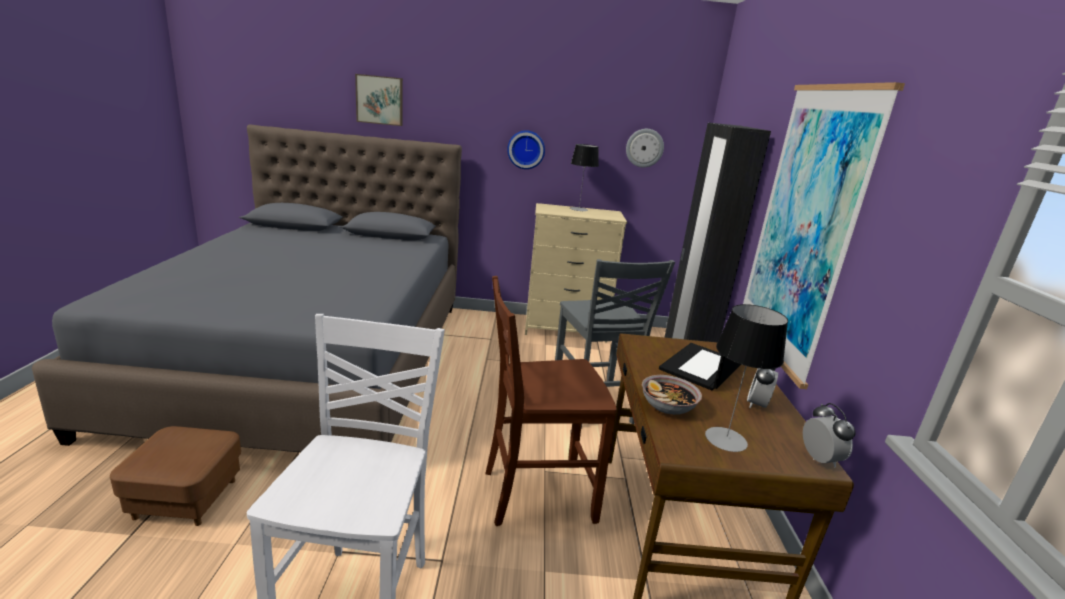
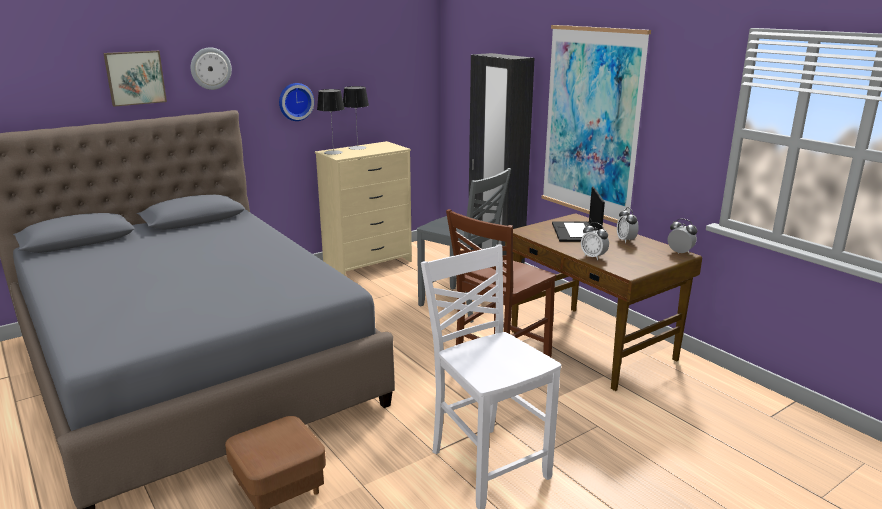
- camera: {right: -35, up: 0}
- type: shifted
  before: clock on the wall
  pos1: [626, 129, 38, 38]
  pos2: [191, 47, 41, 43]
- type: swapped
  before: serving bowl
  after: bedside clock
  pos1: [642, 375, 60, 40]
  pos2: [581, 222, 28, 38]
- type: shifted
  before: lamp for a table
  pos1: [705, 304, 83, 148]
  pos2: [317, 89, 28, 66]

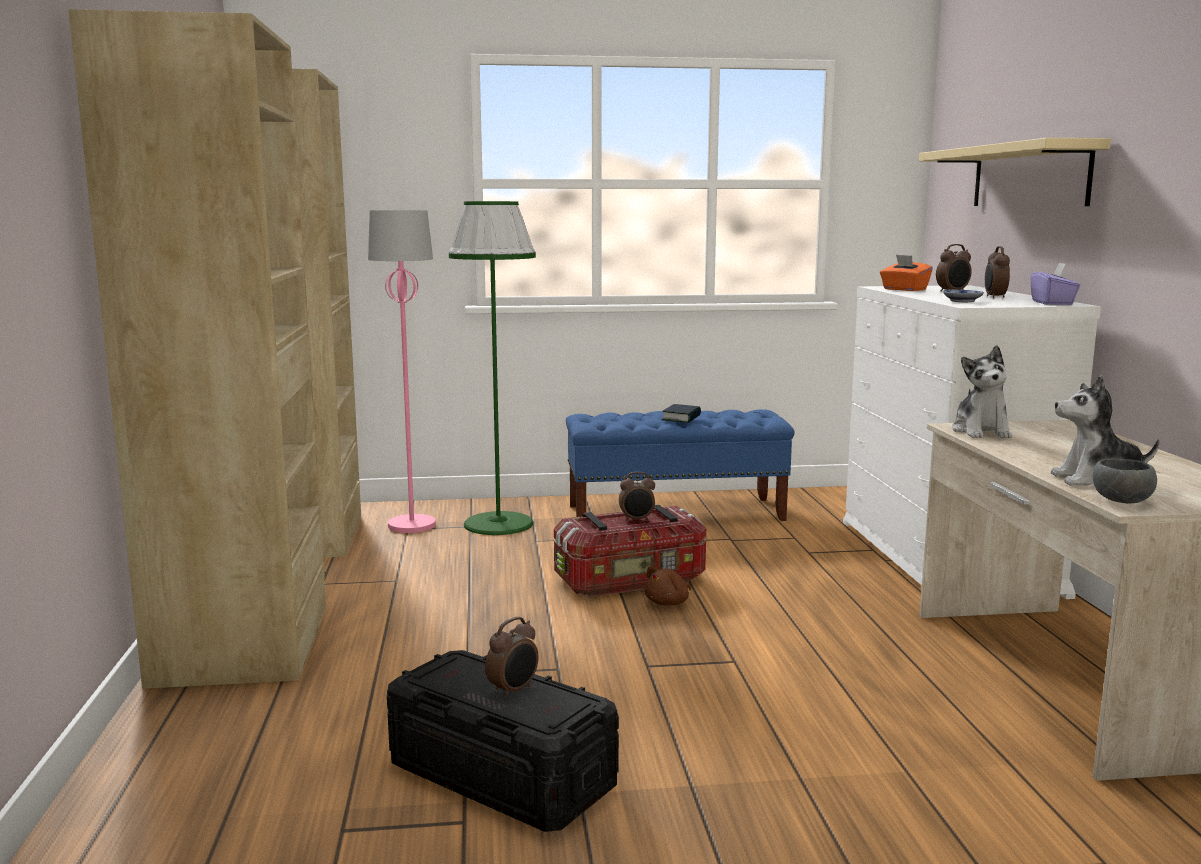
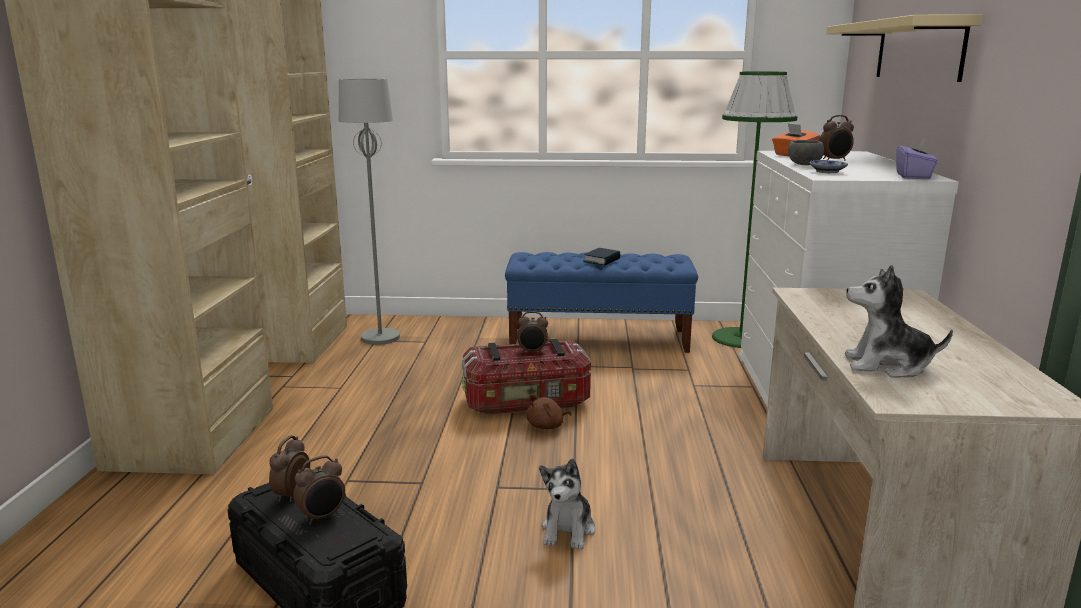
- camera: {right: 10, up: 5}
- type: repainted
  before: standing lamp/pinkish
  after: standing lamp/greyish
  pos1: [368, 210, 68, 323]
  pos2: [339, 79, 61, 266]
- type: shifted
  before: standing lamp/green
  pos1: [449, 201, 87, 334]
  pos2: [712, 71, 85, 277]
- type: shifted
  before: cuddly toy
  pos1: [952, 345, 60, 93]
  pos2: [539, 458, 56, 92]
- type: shifted
  before: bedside clock
  pos1: [985, 246, 25, 53]
  pos2: [269, 435, 41, 67]
- type: shifted
  before: serving bowl/greyish
  pos1: [1093, 458, 64, 45]
  pos2: [788, 140, 36, 25]

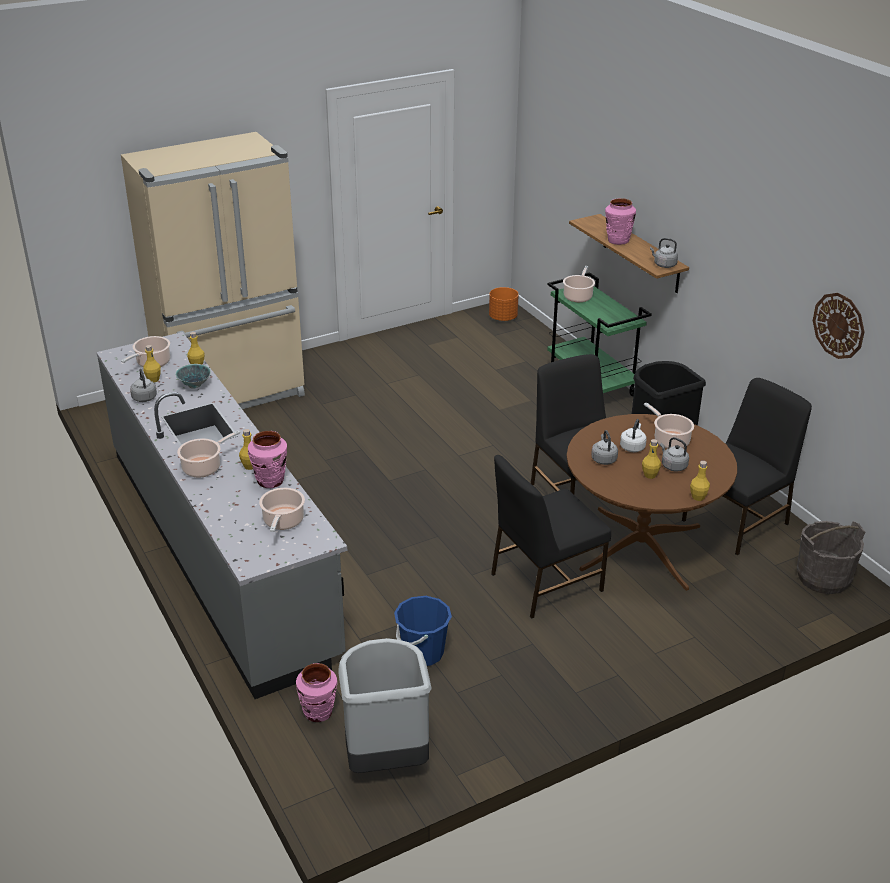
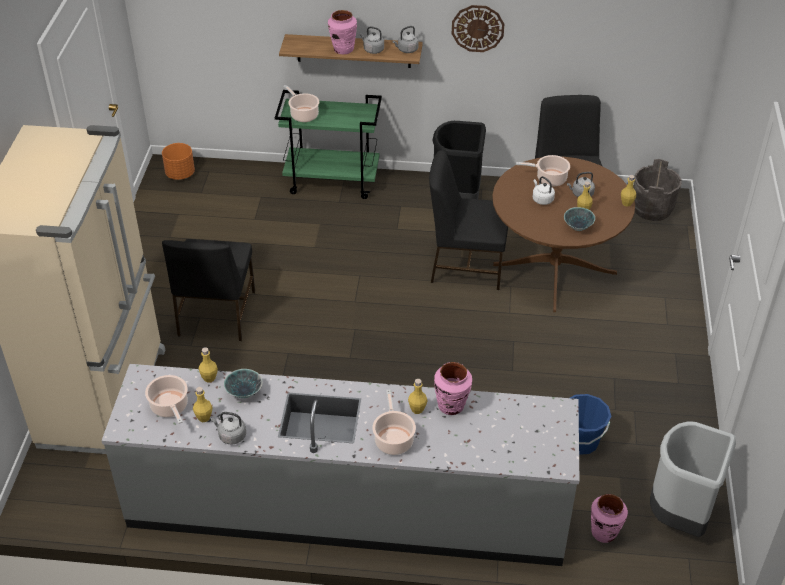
- camera: {right: -55, up: 10}
- type: gone
  before: stockpot
  pos1: [259, 488, 46, 44]
- type: shifted
  before: upright chair/blackish
  pos1: [491, 455, 120, 164]
  pos2: [162, 239, 93, 102]
- type: shifted
  before: tea kettle/greyish
  pos1: [591, 430, 27, 35]
  pos2: [360, 26, 24, 28]
- type: shifted
  before: clock on the wall
  pos1: [813, 293, 51, 66]
  pos2: [452, 5, 52, 47]
- type: new
  after: serving bowl
  pos2: [564, 207, 31, 24]

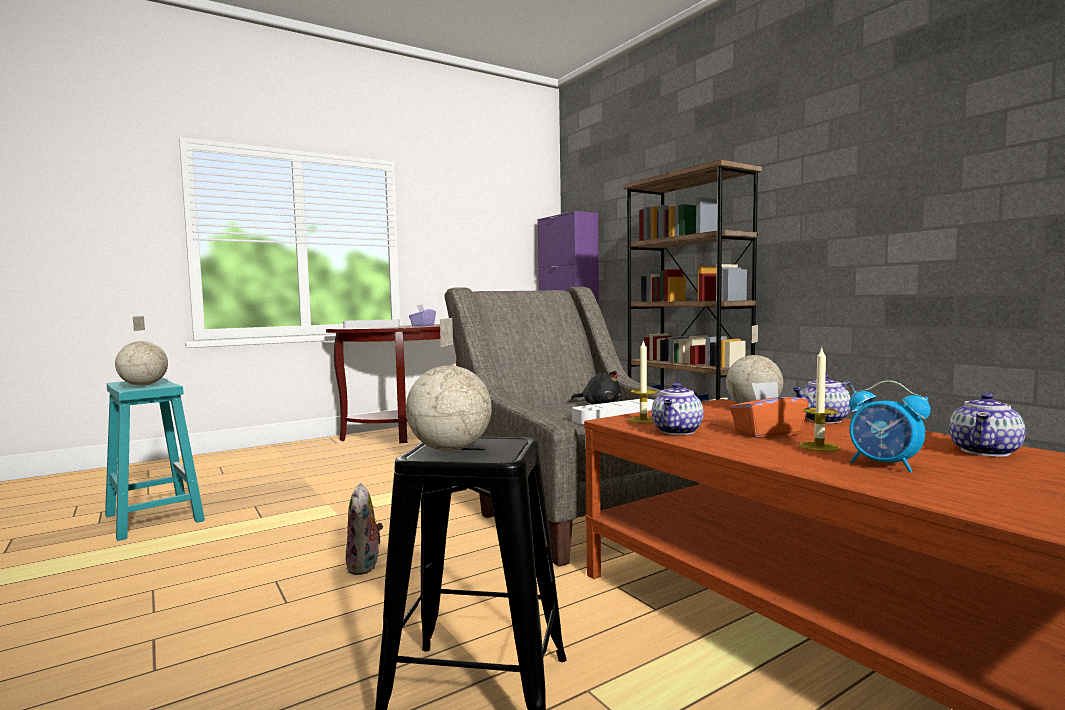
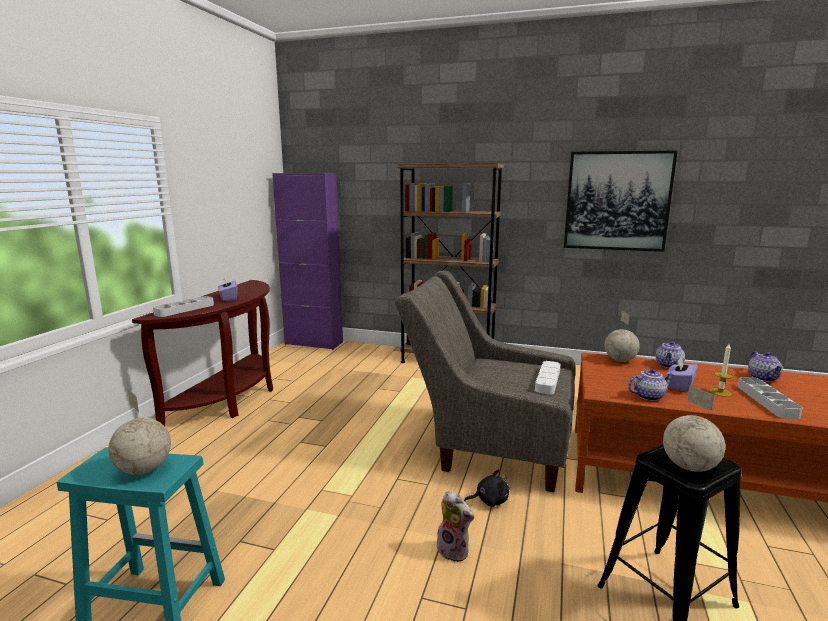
- camera: {right: -40, up: 10}
- type: shifted
  before: cuddly toy/blackish
  pos1: [571, 371, 50, 33]
  pos2: [464, 469, 45, 38]
- type: gone
  before: wax candle
  pos1: [628, 339, 28, 85]
- type: rotated
  before: tea pot
  pos1: [652, 382, 52, 53]
  pos2: [628, 369, 45, 32]
  turn: -90
- type: repainted
  before: tissue holder/orange-coloured
  after: tissue holder/purple
  pos1: [730, 381, 79, 57]
  pos2: [666, 356, 32, 36]
- type: swapped
  before: bedside clock
  after: serving tray/greyish
  pos1: [849, 380, 82, 92]
  pos2: [738, 377, 65, 42]
- type: new
  after: wall art
  pos2: [564, 150, 114, 102]

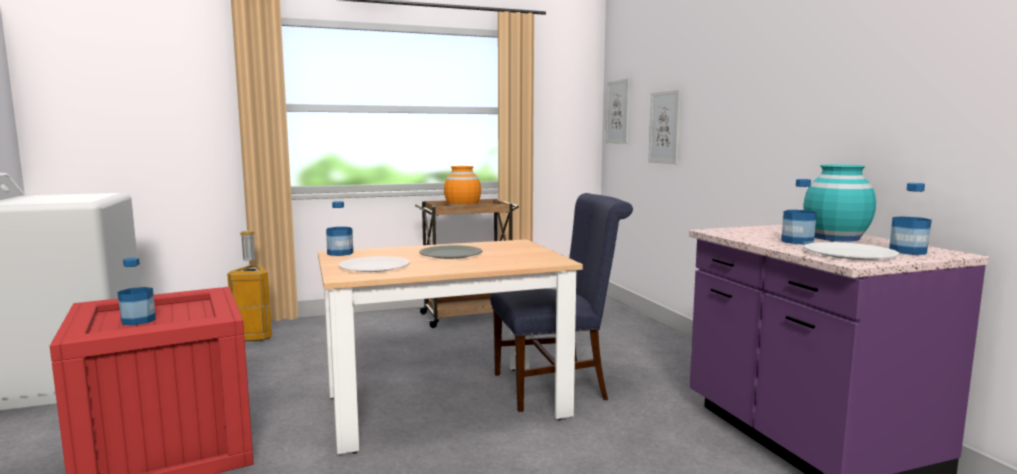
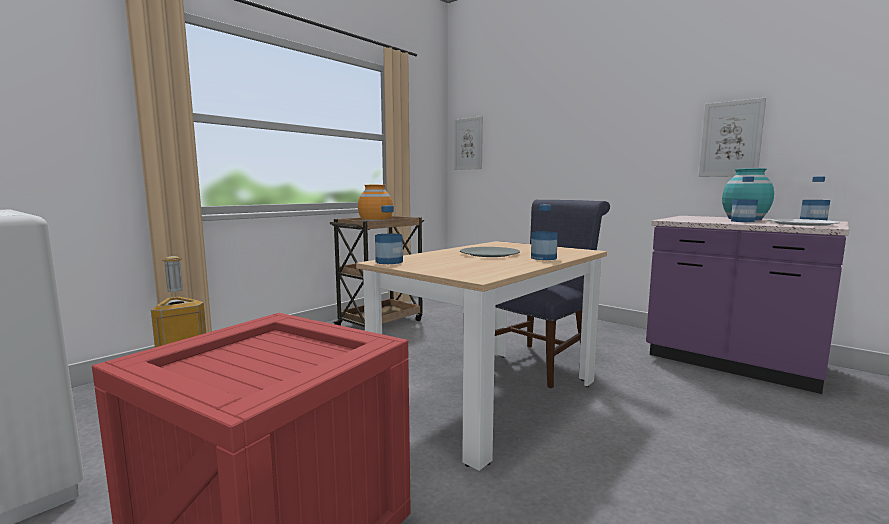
- camera: {right: -30, up: 0}
- type: shifted
  before: bottle
  pos1: [117, 258, 39, 67]
  pos2: [531, 205, 26, 55]
- type: gone
  before: dinner plate/white
  pos1: [339, 256, 71, 16]
- type: shifted
  before: wall art
  pos1: [648, 89, 33, 75]
  pos2: [699, 98, 67, 79]

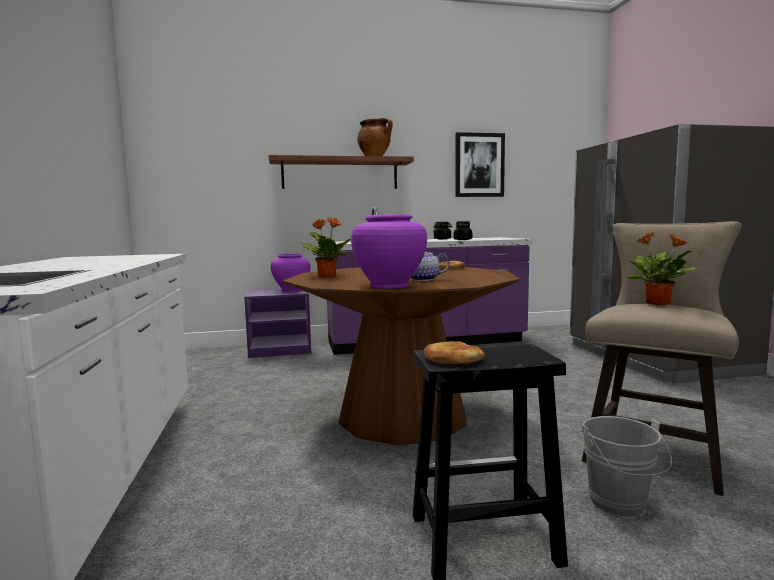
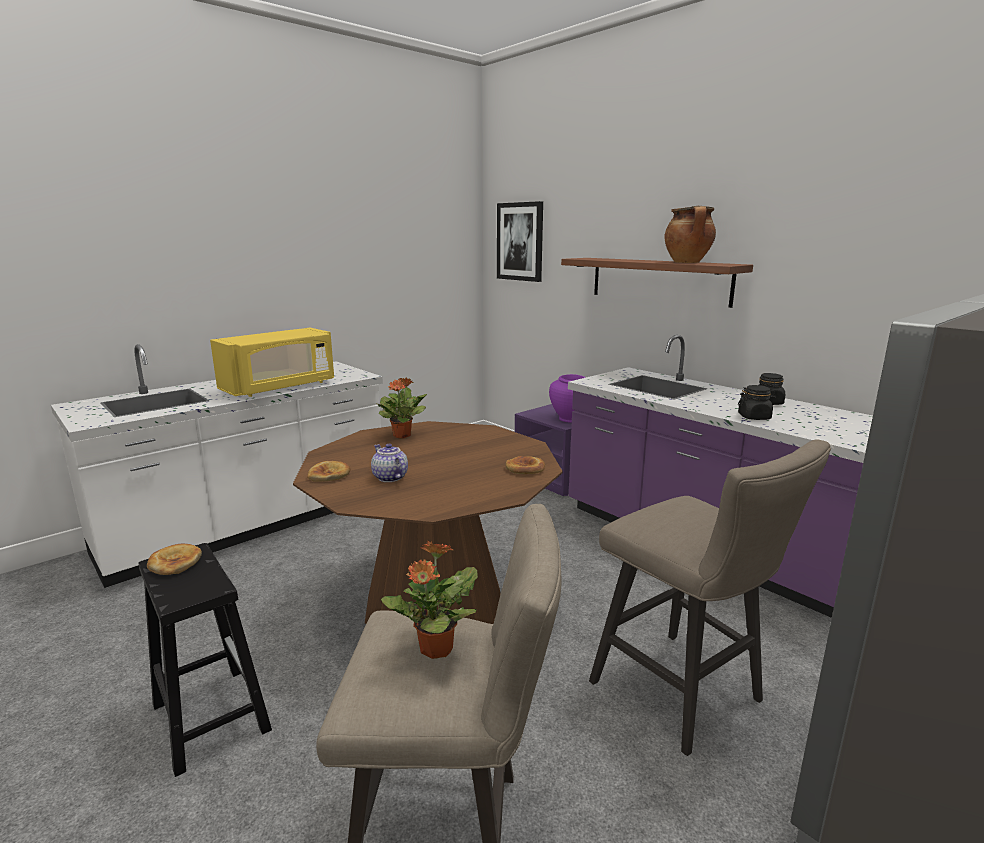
- camera: {right: 60, up: 10}
- type: swapped
  before: flower vase/purple
  after: baked bread
  pos1: [351, 214, 76, 75]
  pos2: [307, 461, 44, 21]
- type: shifted
  before: wall art
  pos1: [455, 132, 50, 65]
  pos2: [497, 201, 46, 81]
- type: gone
  before: pail/greyish
  pos1: [582, 416, 90, 102]
- type: new
  after: kitchen microwave/yellowish
  pos2: [210, 328, 124, 69]
- type: new
  after: stool/sand-coloured
  pos2: [589, 439, 242, 317]

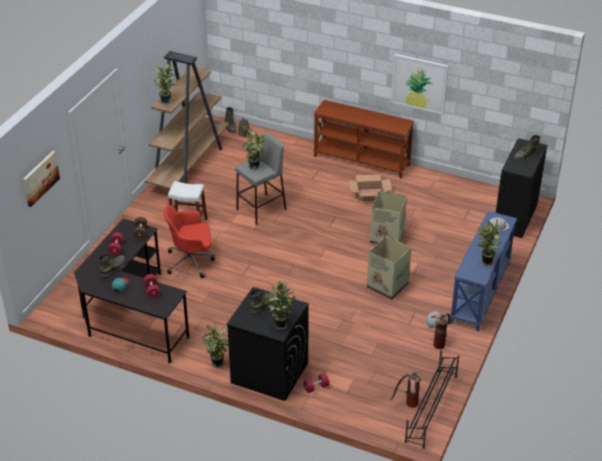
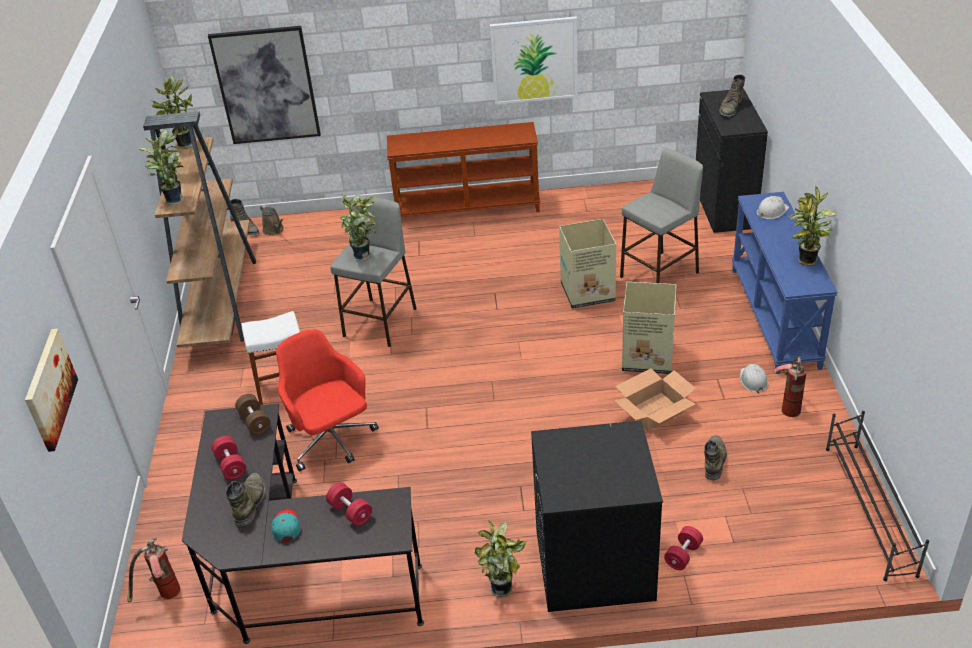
- camera: {right: -25, up: 0}
- type: rotated
  before: computer chair/red-coloured
  pos1: [164, 205, 51, 73]
  pos2: [276, 329, 102, 143]
  turn: 90
- type: shifted
  before: boot/green
  pos1: [250, 289, 27, 25]
  pos2: [704, 435, 23, 45]
- type: shifted
  before: houseplant
  pos1: [264, 280, 31, 50]
  pos2: [151, 75, 42, 74]
- type: shifted
  before: carton
  pos1: [349, 174, 43, 27]
  pos2: [614, 368, 82, 63]
- type: shifted
  before: fire-fighting cylinder
  pos1: [390, 371, 31, 37]
  pos2: [127, 538, 53, 64]
- type: new
  after: wall art
  pos2: [208, 26, 113, 118]
- type: new
  after: stool/greyish
  pos2: [620, 149, 83, 134]

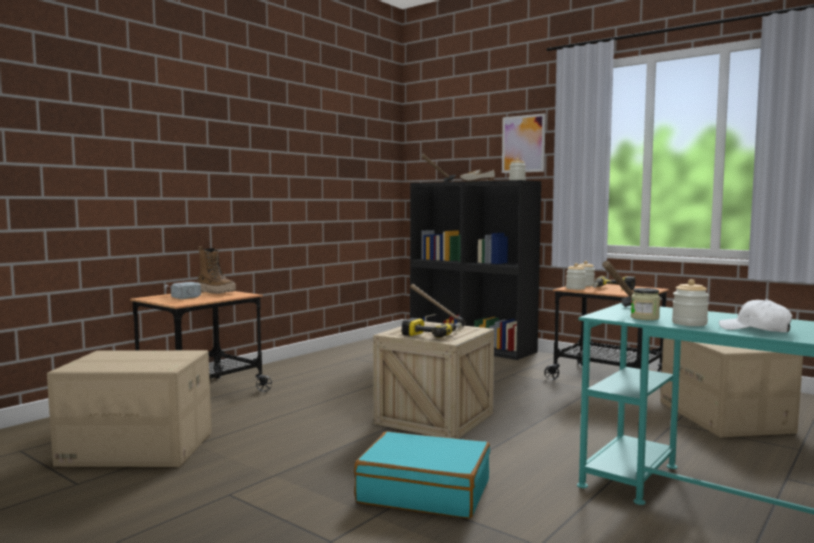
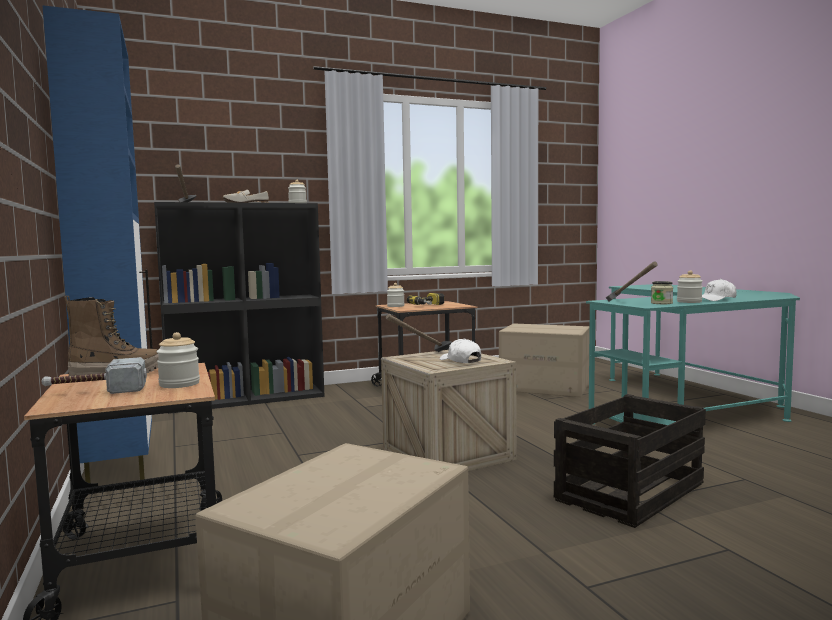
- camera: {right: -60, up: 0}
- type: swapped
  before: piece of luggage/turquoise-coloured
  after: packing crate
  pos1: [354, 431, 136, 87]
  pos2: [554, 394, 152, 134]
- type: swapped
  before: electric drill
  after: peaked cap/white
  pos1: [402, 318, 60, 20]
  pos2: [440, 338, 41, 25]
- type: gone
  before: wall art
  pos1: [502, 113, 44, 60]
- type: shifted
  before: preserve jar
  pos1: [566, 263, 20, 27]
  pos2: [157, 332, 43, 56]
- type: new
  after: storage cabinet/bluish
  pos2: [42, 5, 111, 478]

